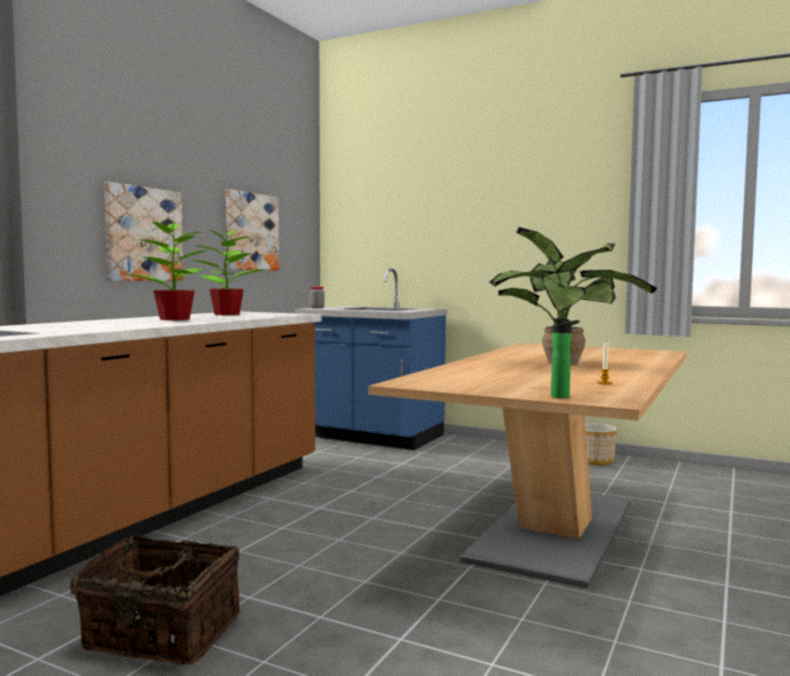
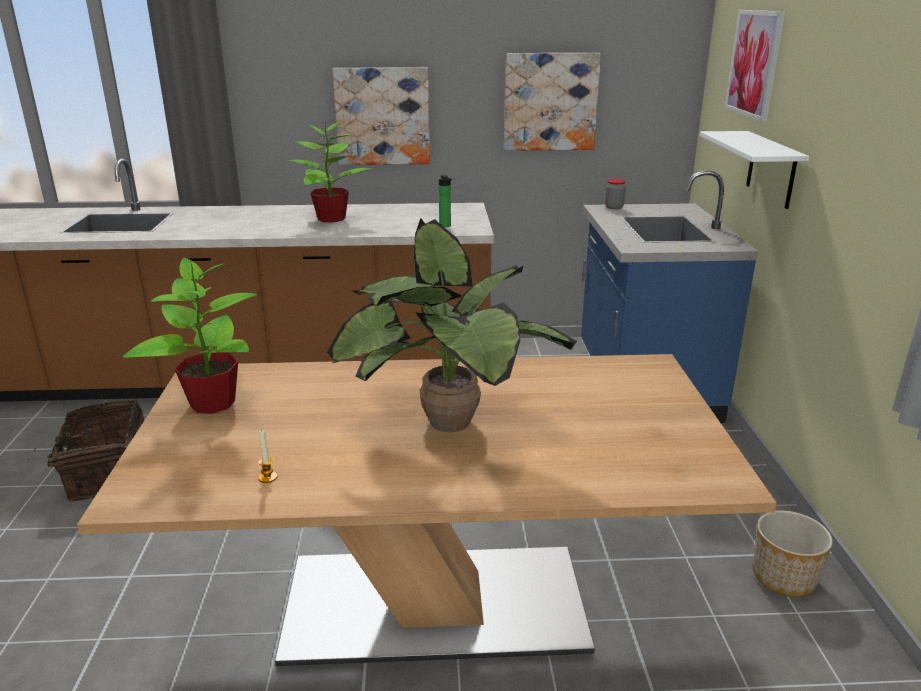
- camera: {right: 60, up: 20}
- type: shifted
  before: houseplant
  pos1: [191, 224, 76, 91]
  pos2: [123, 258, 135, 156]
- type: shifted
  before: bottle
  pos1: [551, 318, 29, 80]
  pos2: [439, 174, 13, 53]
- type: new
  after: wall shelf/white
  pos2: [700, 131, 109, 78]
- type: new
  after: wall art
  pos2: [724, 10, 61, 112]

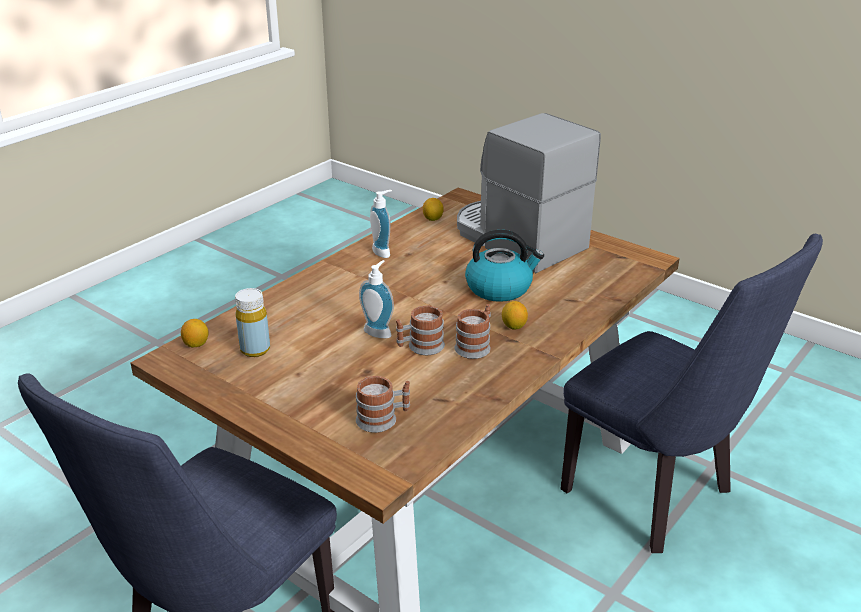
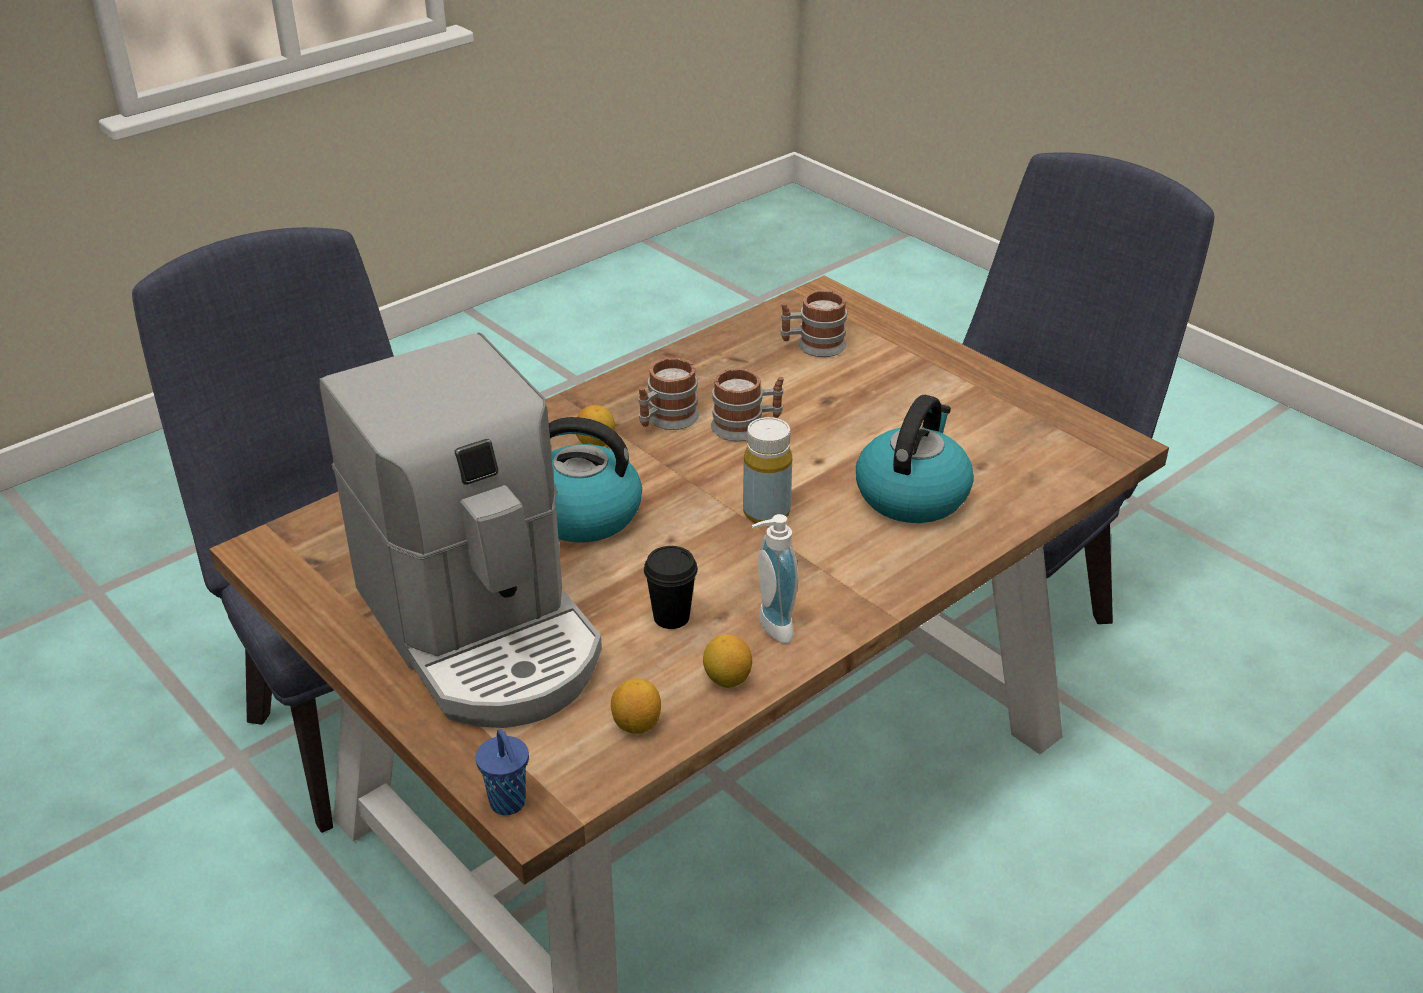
- camera: {right: -170, up: 5}
- type: shifted
  before: citrus fruit
  pos1: [181, 319, 27, 29]
  pos2: [703, 634, 49, 54]
- type: shifted
  before: bottle/yellowish
  pos1: [235, 288, 35, 69]
  pos2: [743, 417, 49, 106]
- type: gone
  before: soap bottle
  pos1: [359, 260, 35, 78]
- type: new
  after: cup/bluish
  pos2: [476, 729, 53, 86]
- type: new
  after: cup/blackish
  pos2: [644, 546, 54, 83]
- type: new
  after: tea kettle
  pos2: [856, 395, 118, 128]

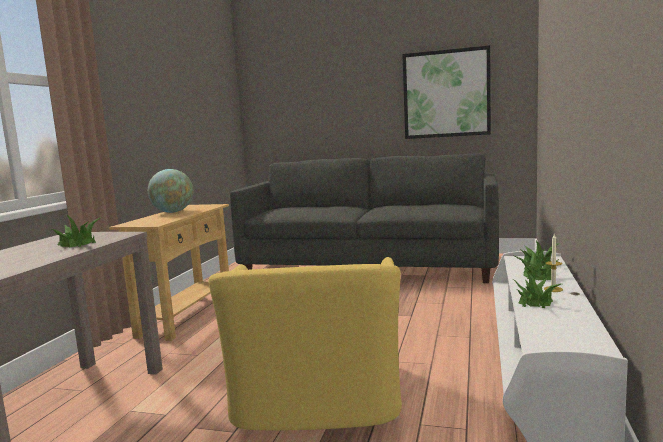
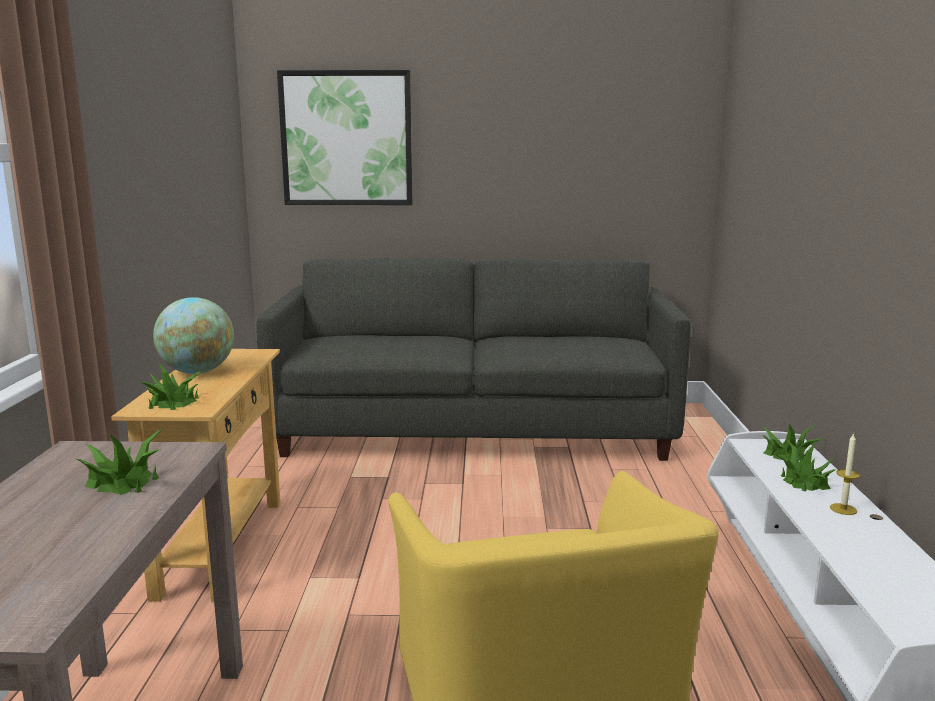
- camera: {right: -15, up: 5}
- type: shifted
  before: wall art
  pos1: [402, 45, 89, 94]
  pos2: [277, 70, 135, 135]
- type: shifted
  before: houseplant
  pos1: [514, 271, 47, 37]
  pos2: [139, 363, 63, 47]

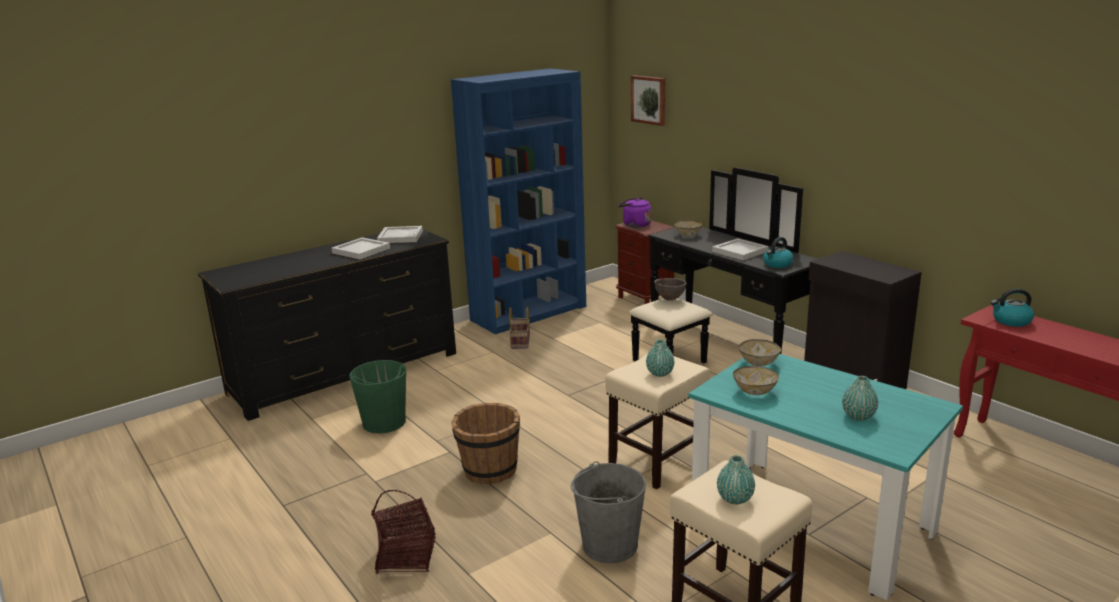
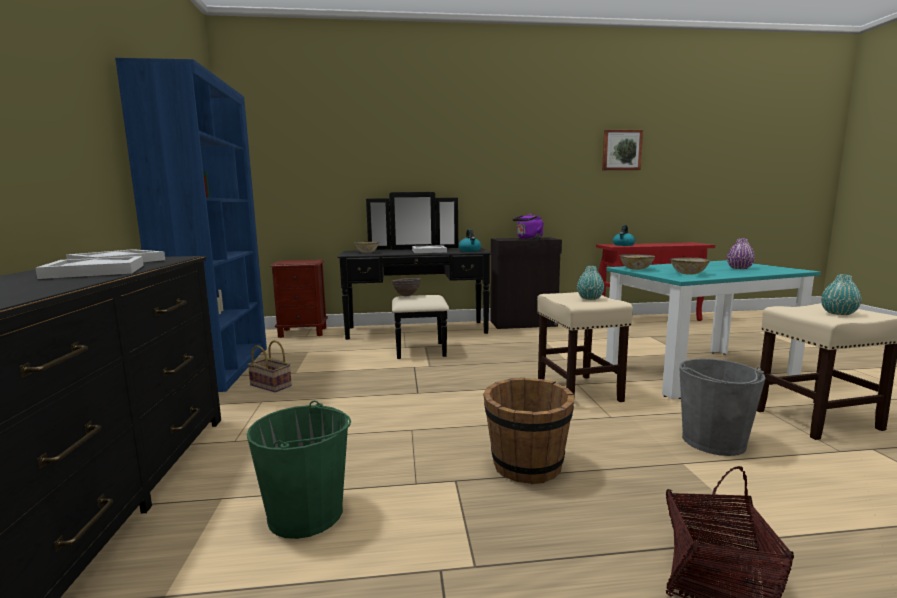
- camera: {right: -60, up: -10}
- type: shifted
  before: tea kettle/purple
  pos1: [618, 197, 33, 31]
  pos2: [512, 214, 32, 25]
- type: shifted
  before: wall art
  pos1: [631, 75, 34, 51]
  pos2: [602, 130, 41, 40]
- type: repainted
  before: flower vase/turquoise-coloured
  after: flower vase/purple
  pos1: [842, 376, 36, 44]
  pos2: [727, 238, 28, 31]

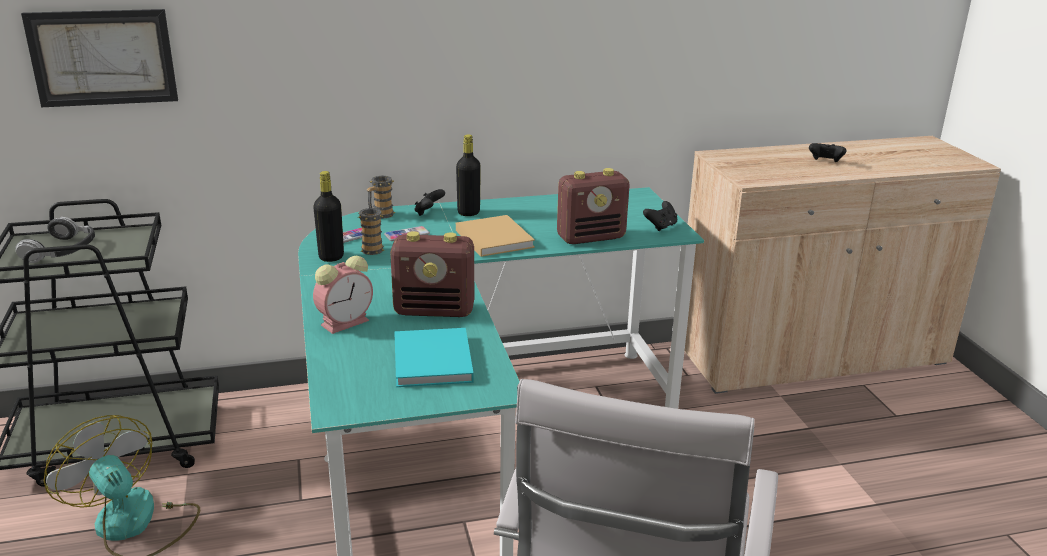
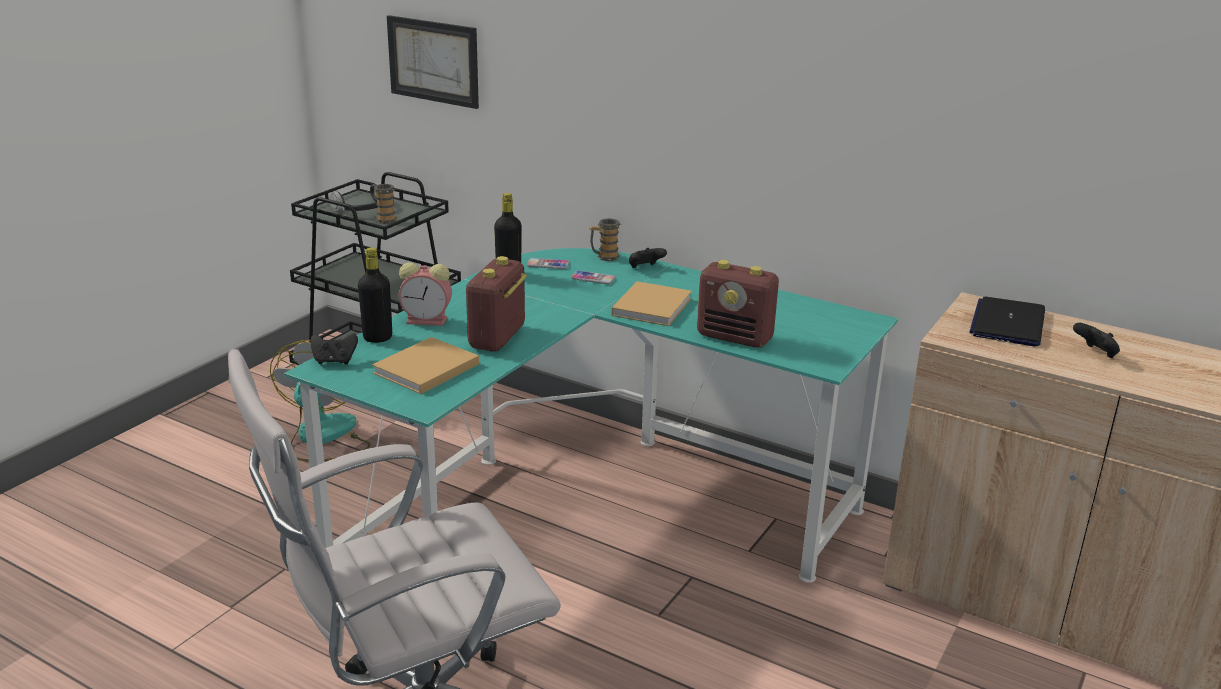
- camera: {right: 45, up: 0}
- type: shifted
  before: coffee mug
  pos1: [358, 208, 26, 47]
  pos2: [374, 184, 23, 40]
- type: rotated
  before: radio
  pos1: [390, 231, 84, 86]
  pos2: [466, 256, 61, 96]
  turn: 60
- type: repainted
  before: bound book/turquoise-coloured
  after: bound book/sand-coloured
  pos1: [394, 328, 80, 59]
  pos2: [372, 337, 107, 57]
- type: shifted
  before: bottle/blackish
  pos1: [456, 135, 25, 81]
  pos2: [358, 247, 34, 96]
- type: shifted
  before: gamepad/blackish
  pos1: [643, 201, 34, 30]
  pos2: [310, 333, 48, 32]
- type: new
  after: laptop
  pos2: [969, 297, 76, 49]

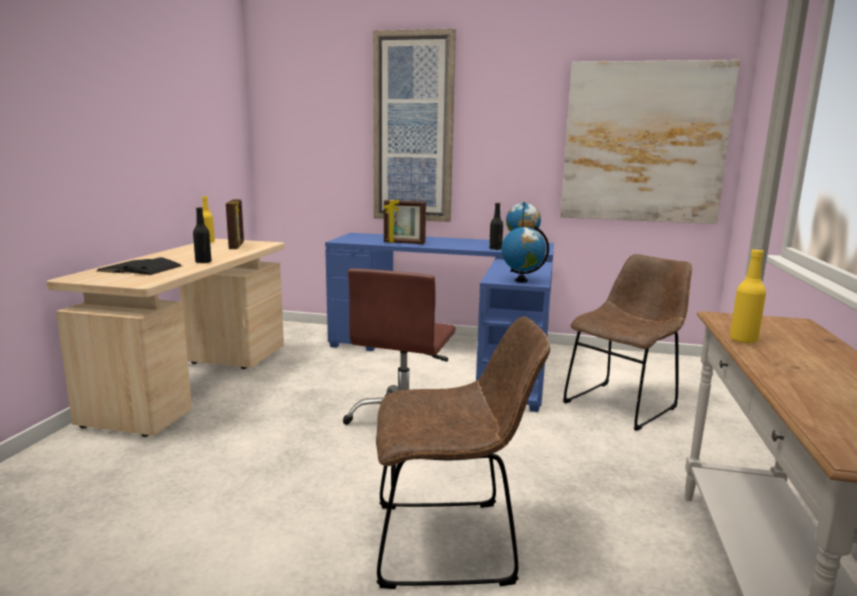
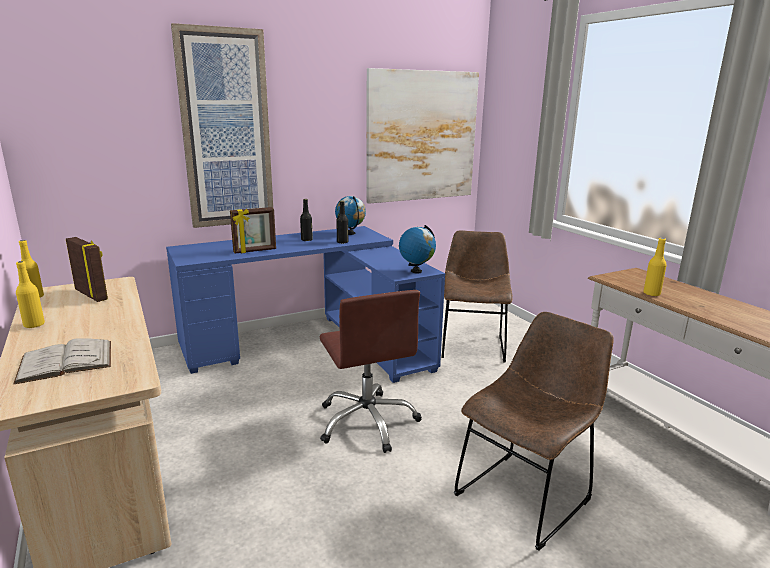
- camera: {right: -40, up: 5}
- type: repainted
  before: bound book/blackish
  after: bound book/white
  pos1: [97, 257, 86, 18]
  pos2: [13, 338, 98, 47]
- type: shifted
  before: bottle/blackish
  pos1: [193, 207, 19, 57]
  pos2: [300, 199, 13, 42]
- type: new
  after: bottle/yellowish
  pos2: [16, 261, 29, 68]

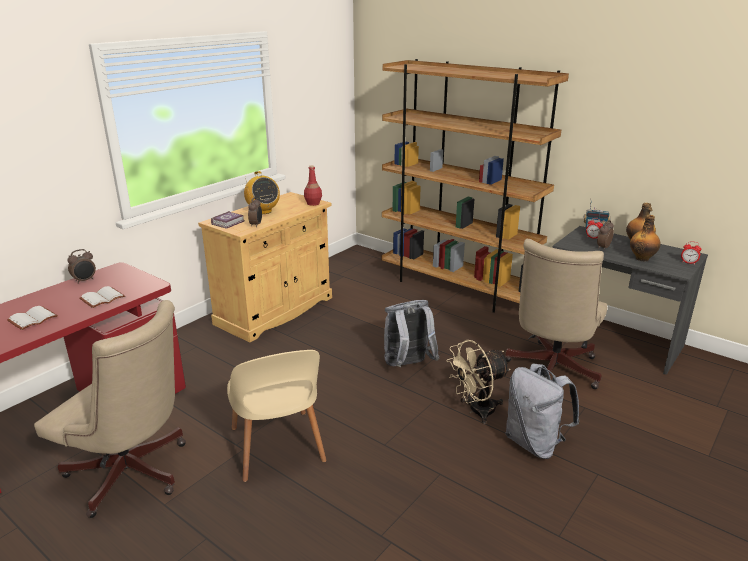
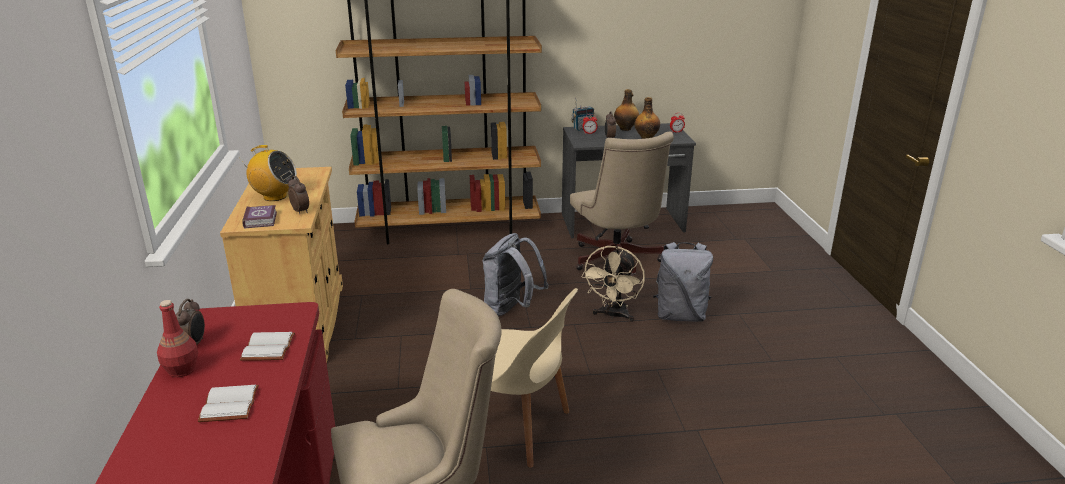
- camera: {right: -45, up: 0}
- type: shifted
  before: bottle/red-coloured
  pos1: [304, 165, 18, 41]
  pos2: [157, 300, 41, 77]

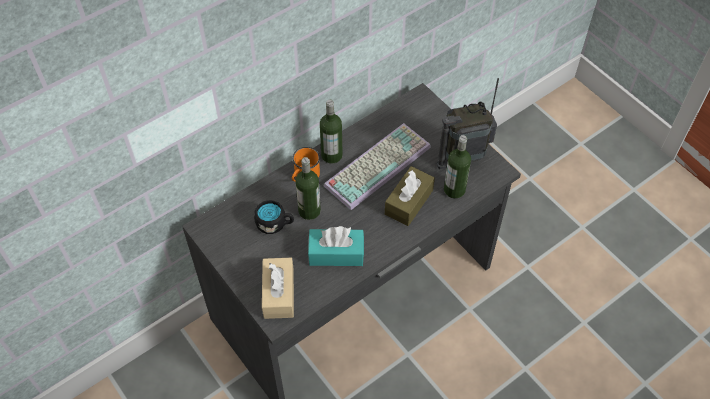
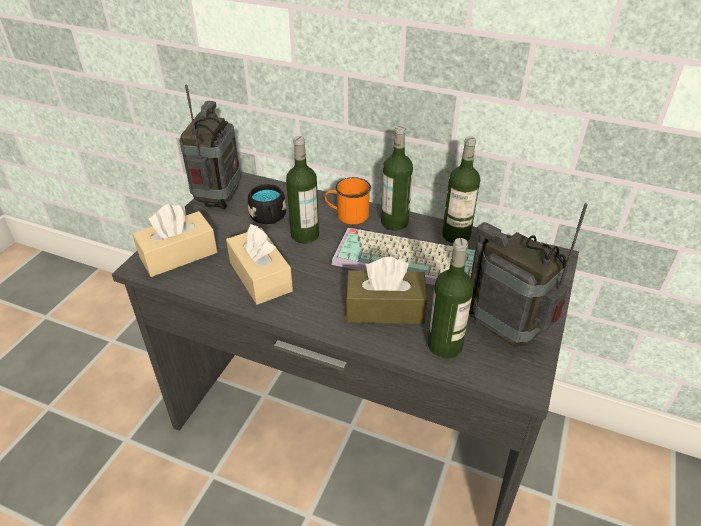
- camera: {right: 60, up: -15}
- type: repainted
  before: tissue holder/turquoise-coloured
  after: tissue holder/sand-coloured
  pos1: [308, 226, 56, 40]
  pos2: [226, 224, 67, 81]
- type: new
  after: radio
  pos2: [179, 84, 62, 125]
- type: new
  after: bottle
  pos2: [442, 136, 38, 107]

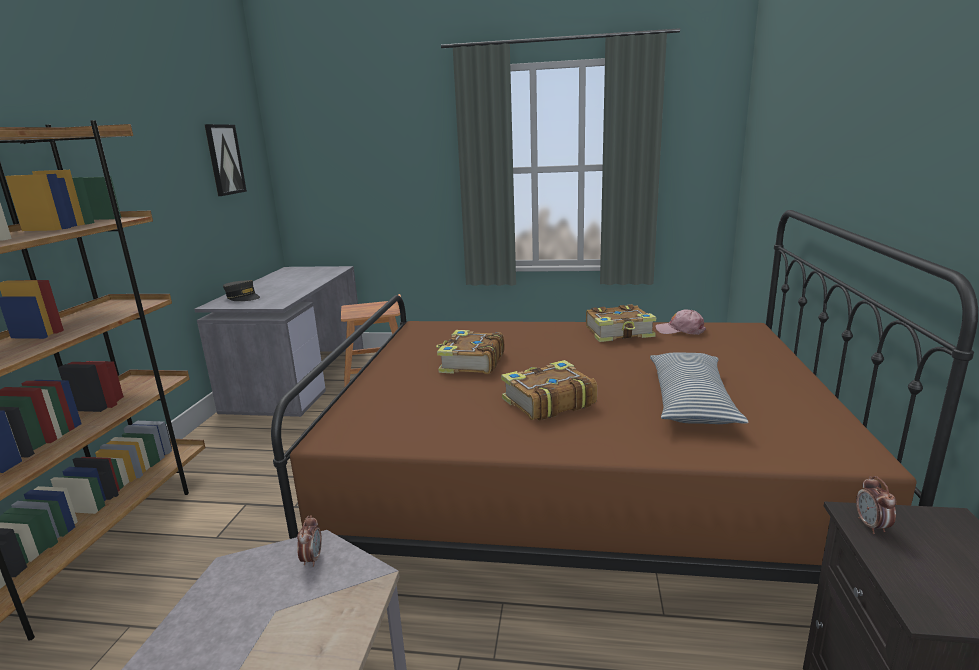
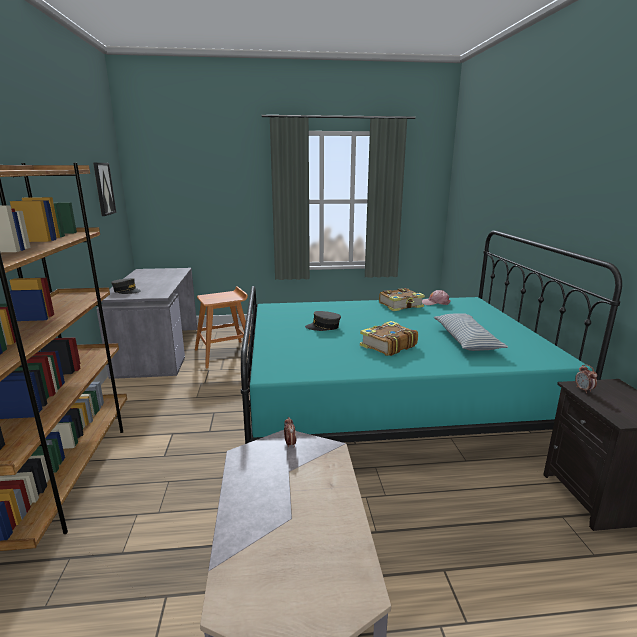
- camera: {right: -15, up: 0}
- type: repainted
  before: bed/brown-coloured
  after: bed/turquoise-coloured
  pos1: [271, 210, 707, 374]
  pos2: [241, 230, 381, 214]
- type: swapped
  before: bound book
  after: peaked cap/greyish
  pos1: [436, 330, 68, 44]
  pos2: [305, 311, 36, 20]

